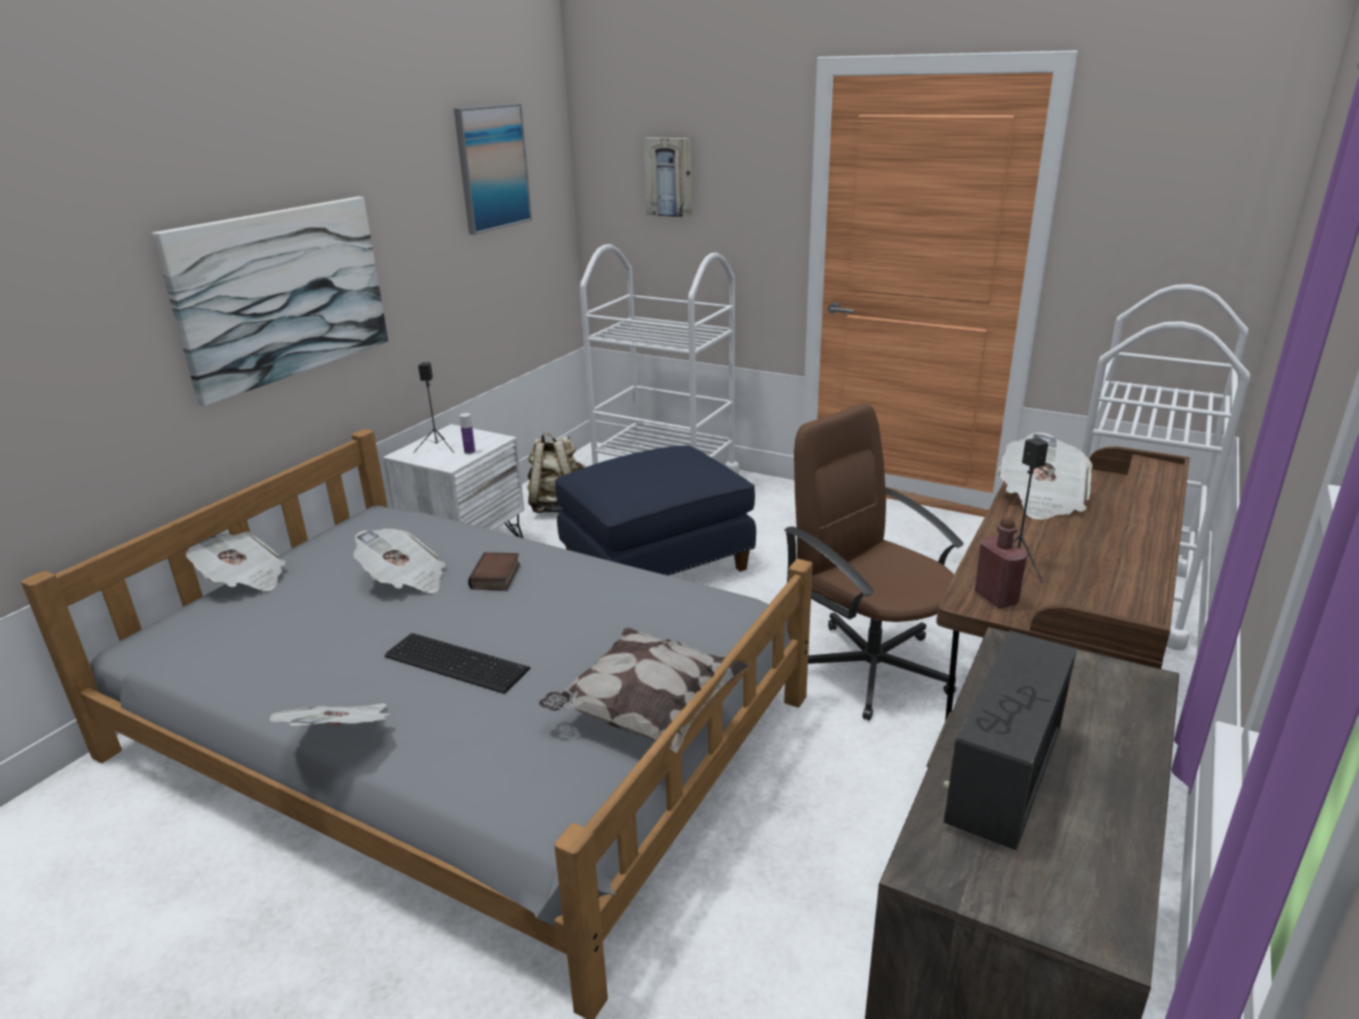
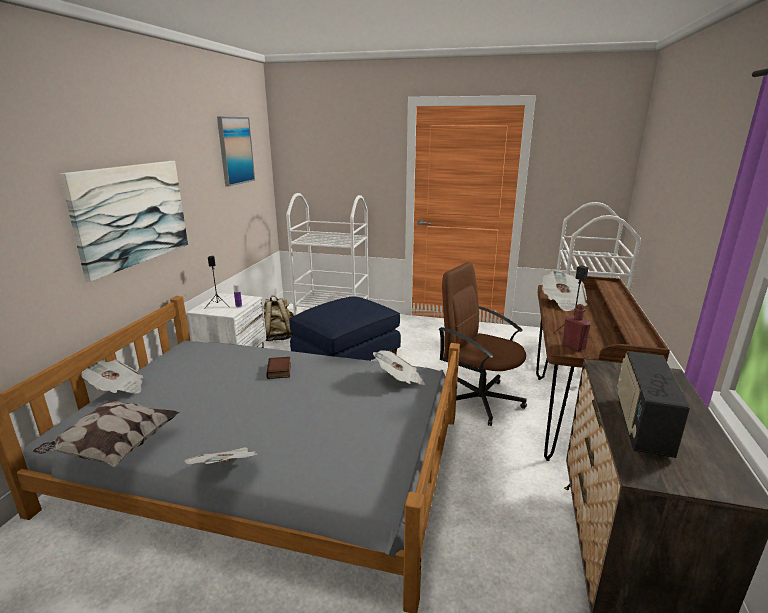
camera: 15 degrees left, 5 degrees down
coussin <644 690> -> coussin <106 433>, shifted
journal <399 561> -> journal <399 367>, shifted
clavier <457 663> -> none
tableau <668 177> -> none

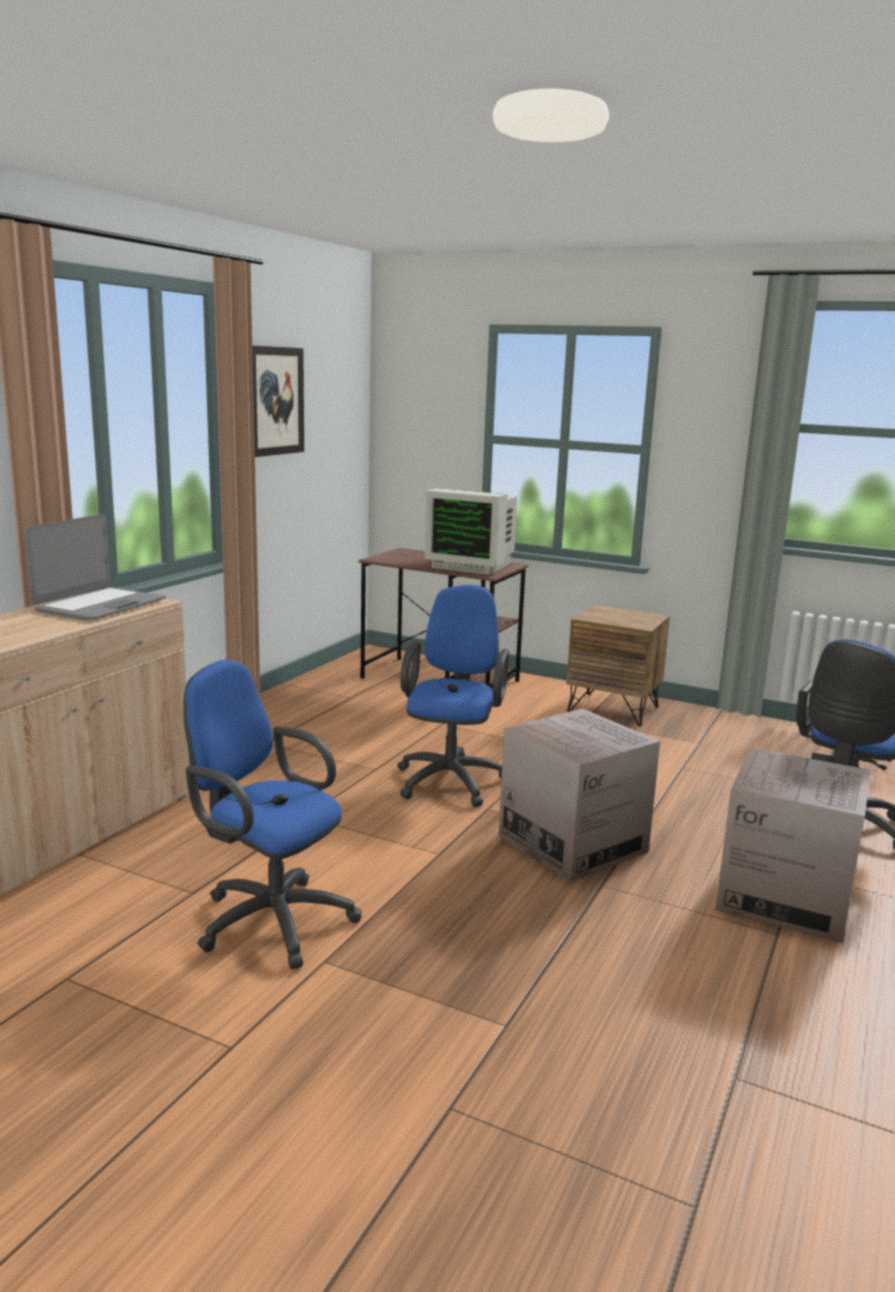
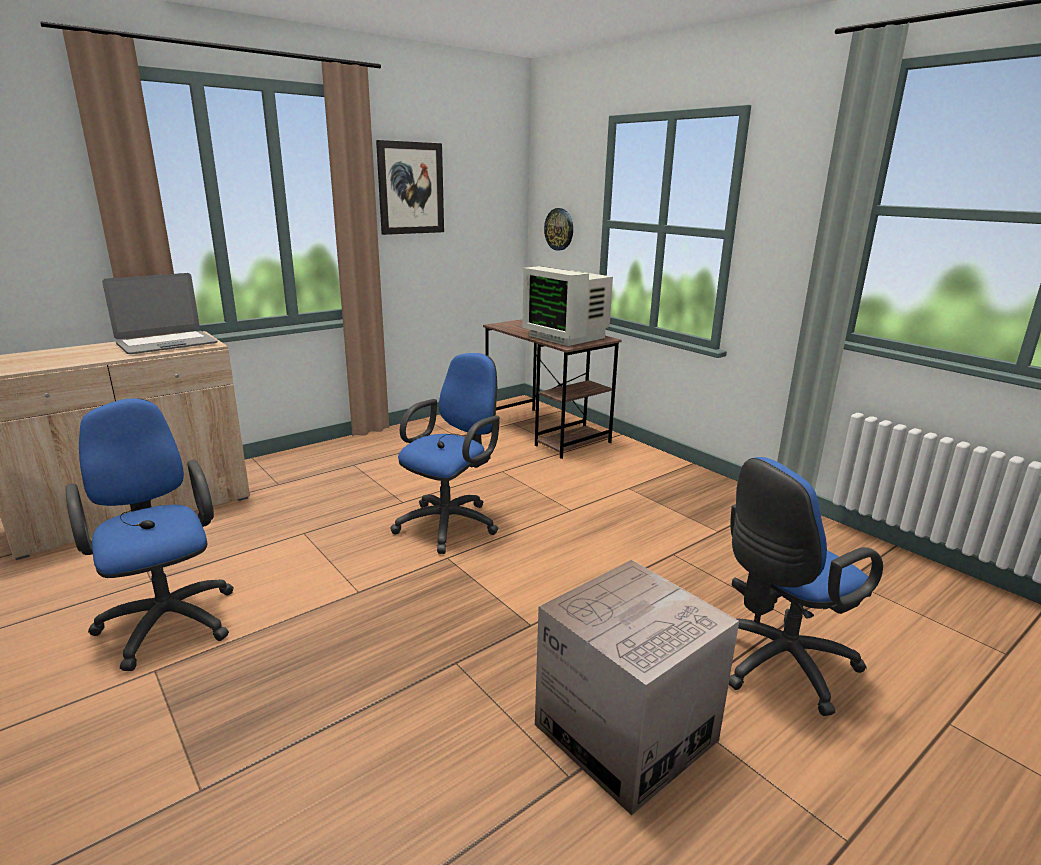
camera: 25 degrees right, 5 degrees up
none -> horloge murale <558 229>
carton <579 795> -> none
table de chevet (marron) <618 665> -> none

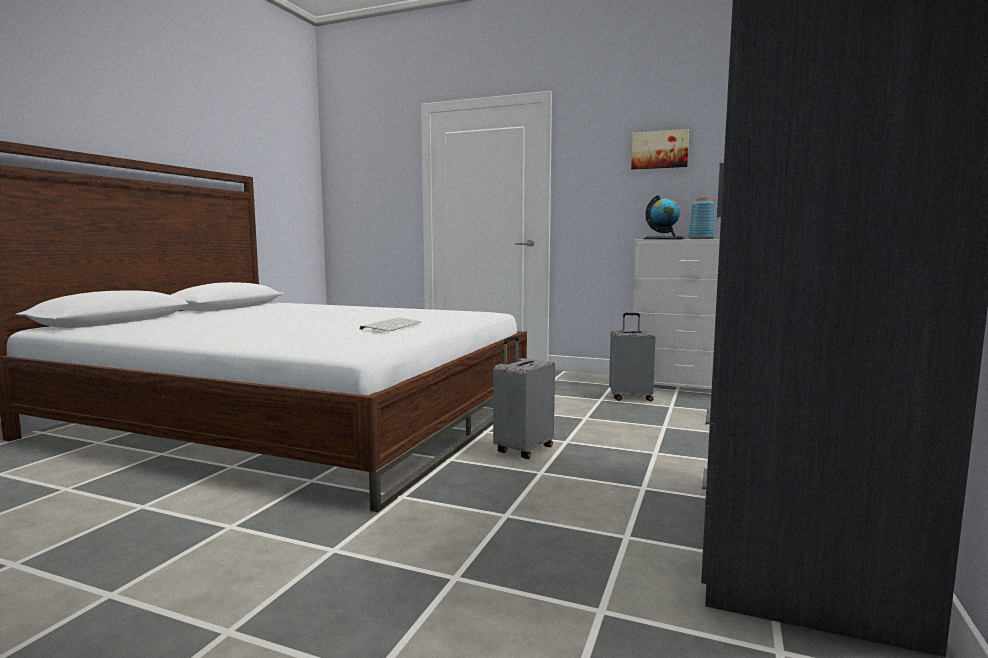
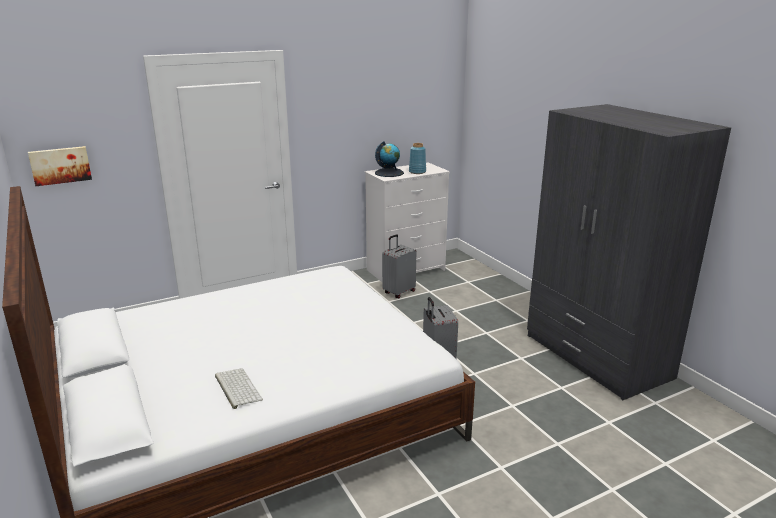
camera: 50 degrees left, 15 degrees up
tableau <660 149> -> tableau <60 166>, shifted
clavier <391 324> -> clavier <239 388>, shifted

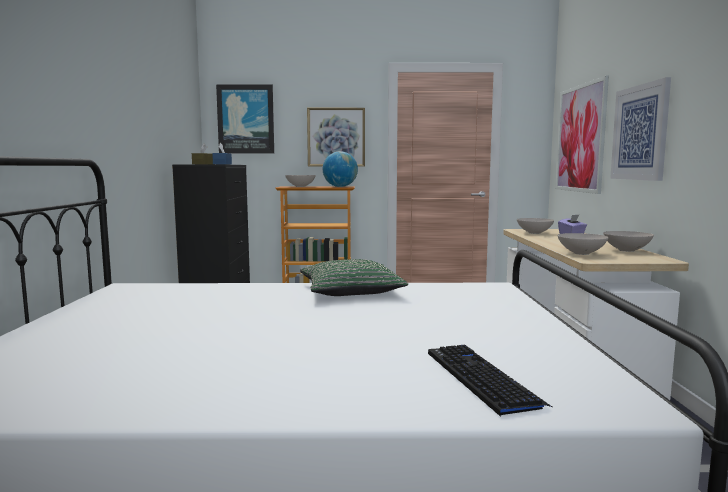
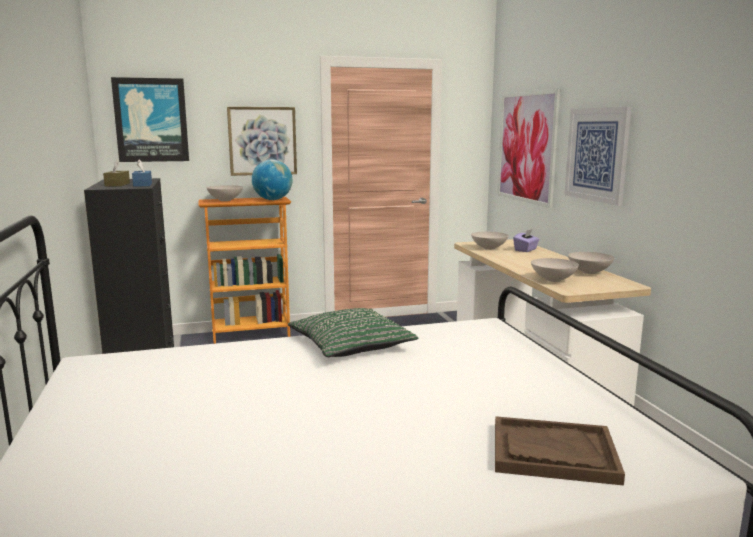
camera: 15 degrees left, 5 degrees up
clavier <490 381> -> plateau (marron) <560 451>

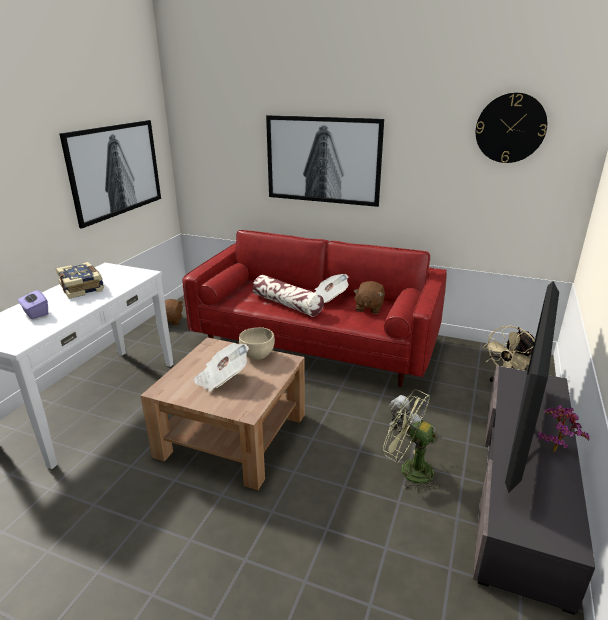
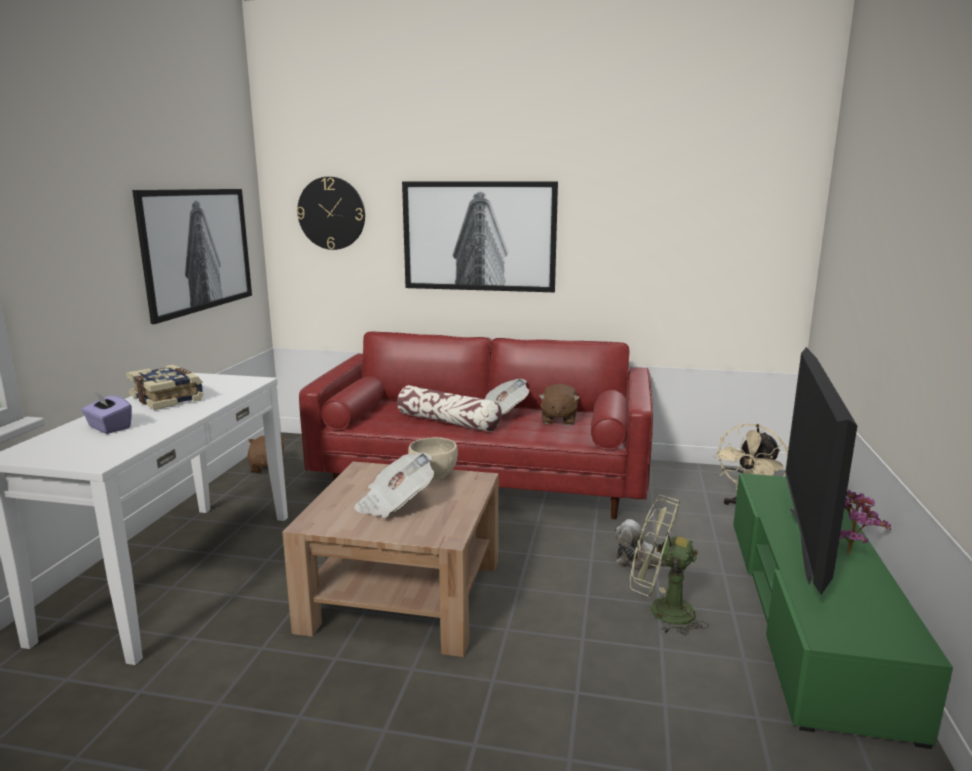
camera: 10 degrees left, 10 degrees down
horloge murale <511 128> -> horloge murale <331 213>, shifted
meuble télé (gris) <534 490> -> meuble télé (vert) <843 611>

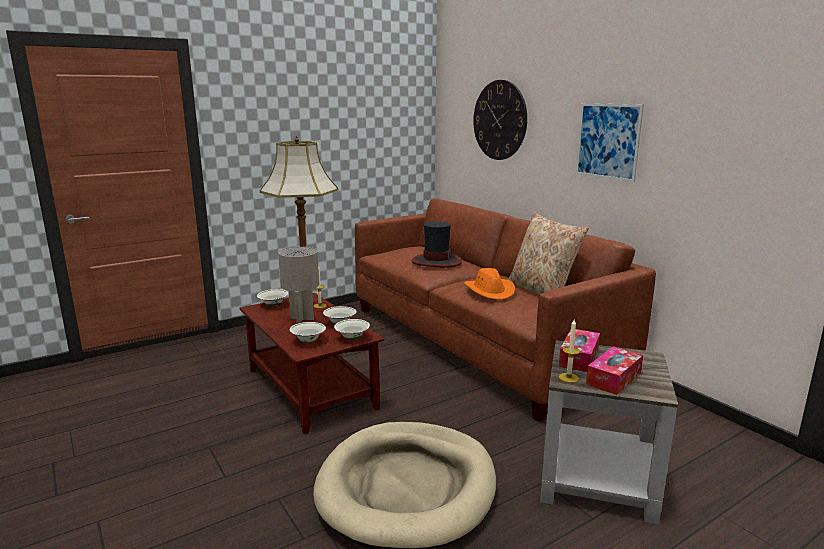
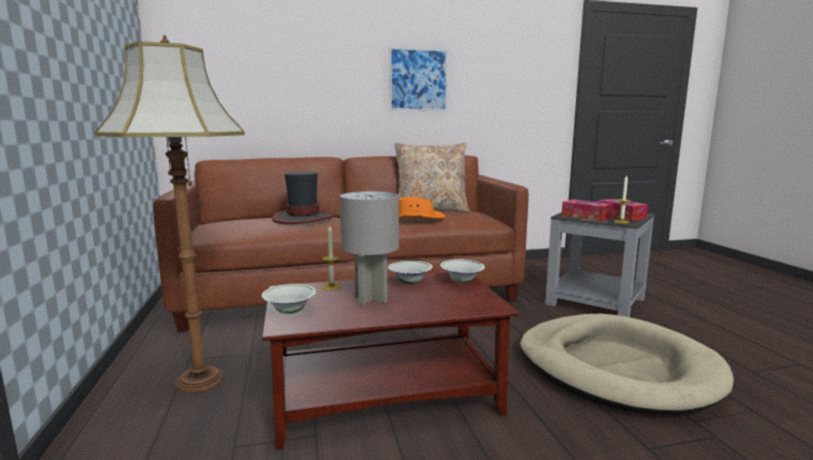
camera: 70 degrees left, 5 degrees down
bol (blanc) <308 332> -> none
horloge murale <500 120> -> none

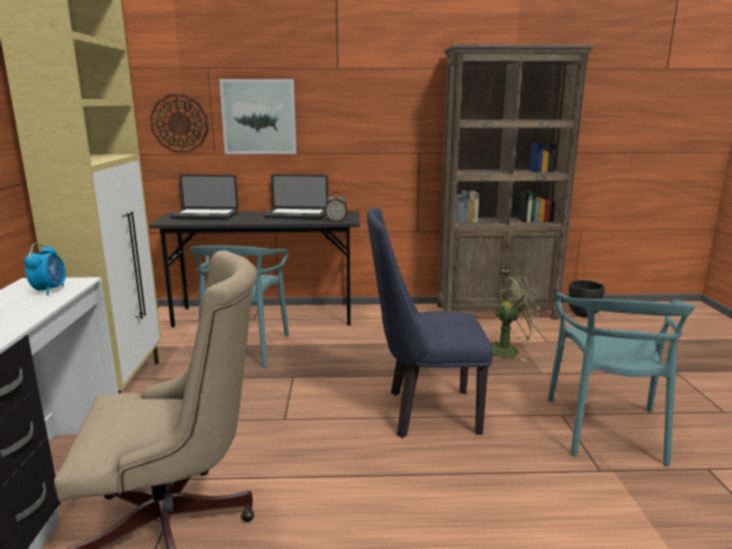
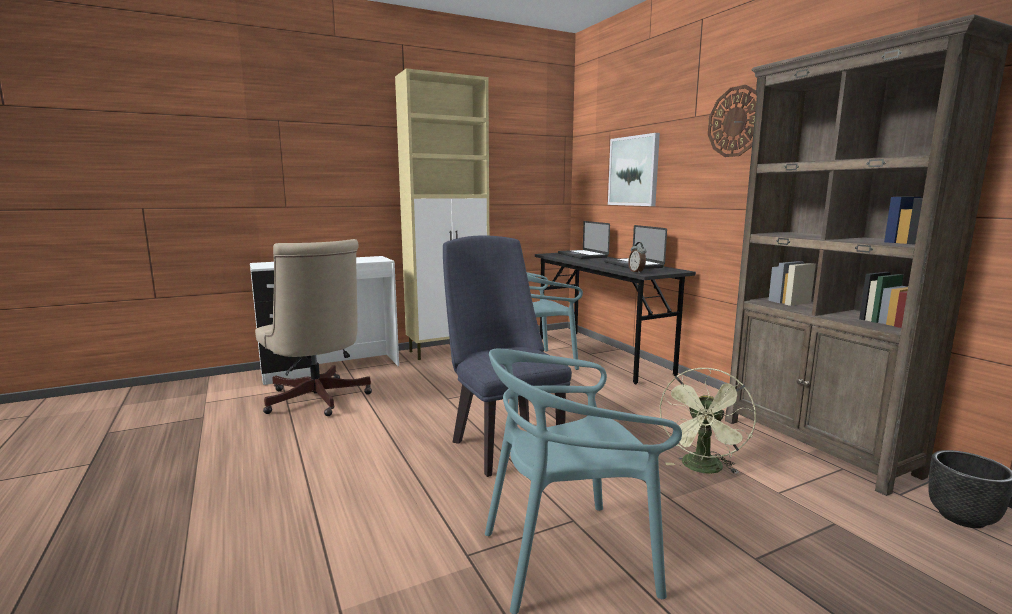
camera: 65 degrees right, 5 degrees down
ventilateur (vert) <517 319> -> ventilateur (vert) <708 421>, 60 degrees clockwise
horloge murale <179 123> -> horloge murale <732 121>, shifted
réveil <45 269> -> none

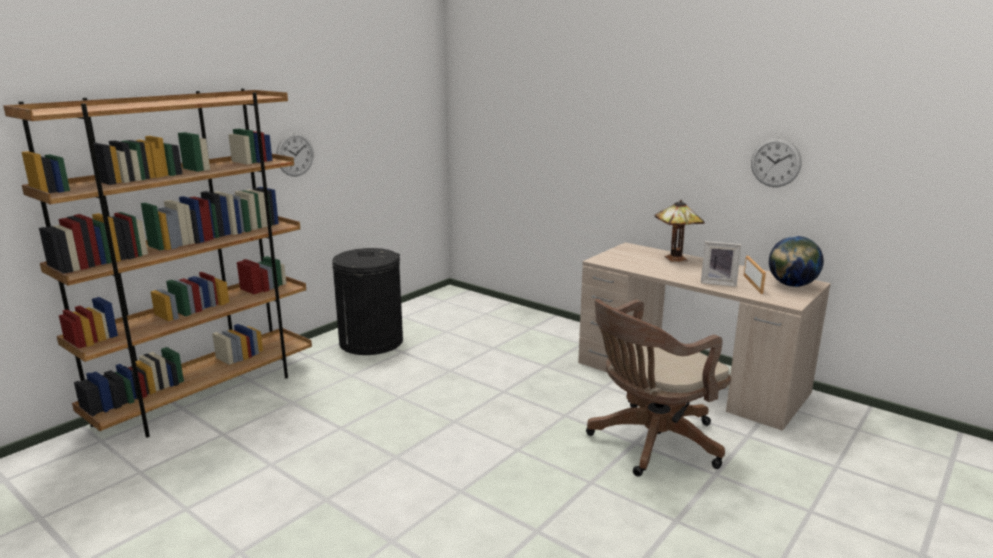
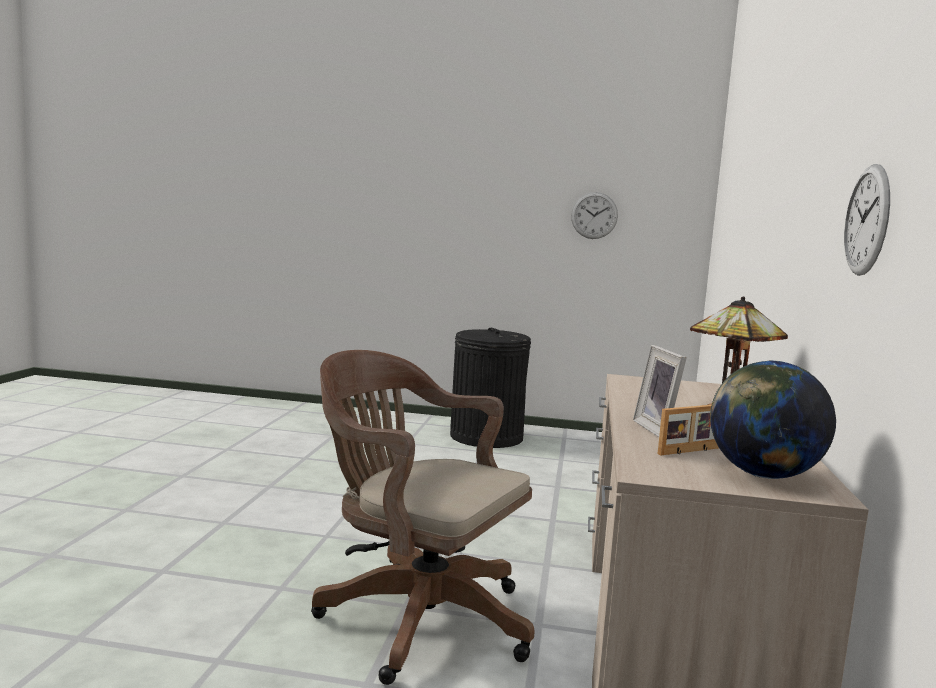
camera: 60 degrees right, 10 degrees down
horloge murale <294 154> -> horloge murale <594 215>, shifted
bibliothèque (marron) <157 263> -> none

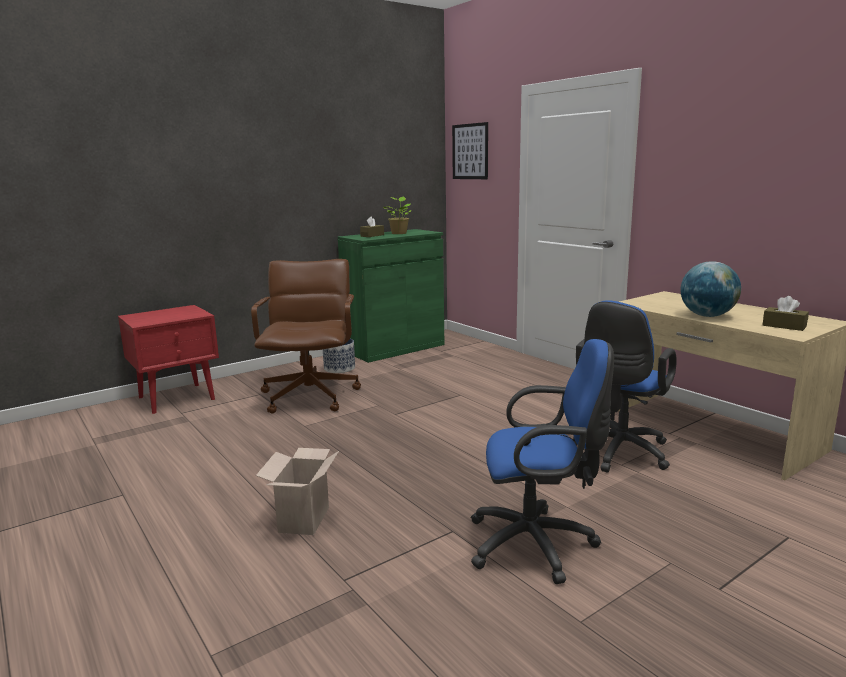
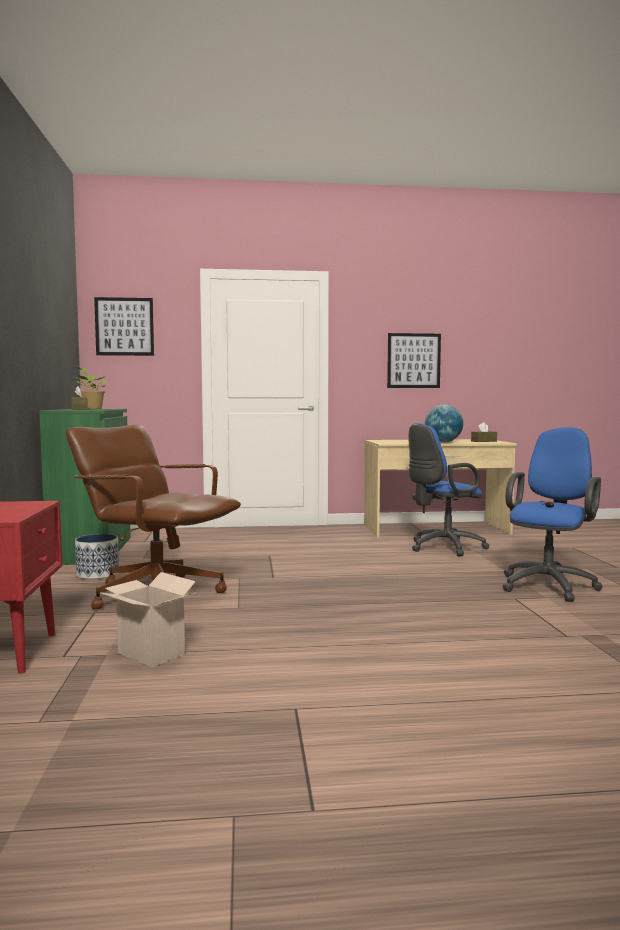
camera: 60 degrees left, 10 degrees down
carton <297 491> -> carton <148 619>, shifted
none -> tableau <414 360>
chaise de bureau (bleu) <625 386> -> chaise de bureau (bleu) <449 489>, 90 degrees clockwise

